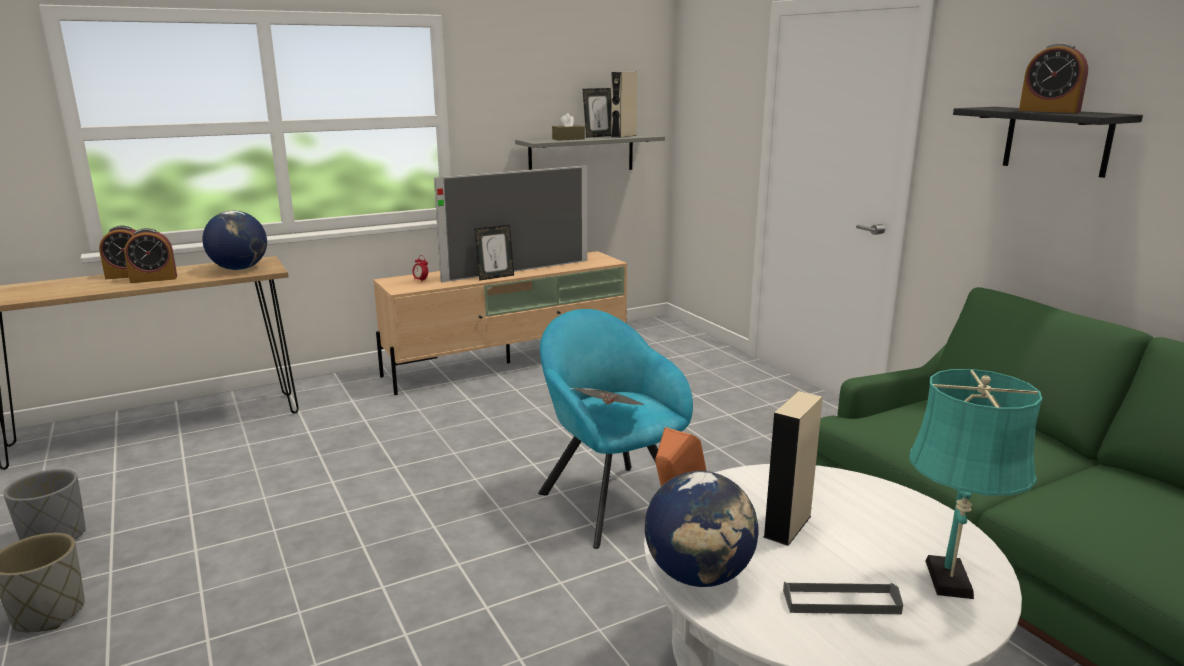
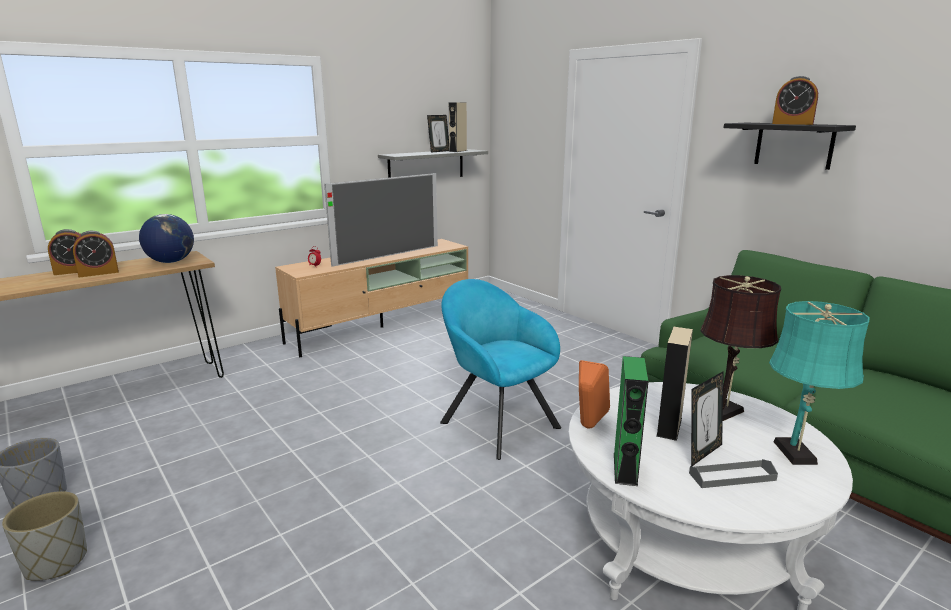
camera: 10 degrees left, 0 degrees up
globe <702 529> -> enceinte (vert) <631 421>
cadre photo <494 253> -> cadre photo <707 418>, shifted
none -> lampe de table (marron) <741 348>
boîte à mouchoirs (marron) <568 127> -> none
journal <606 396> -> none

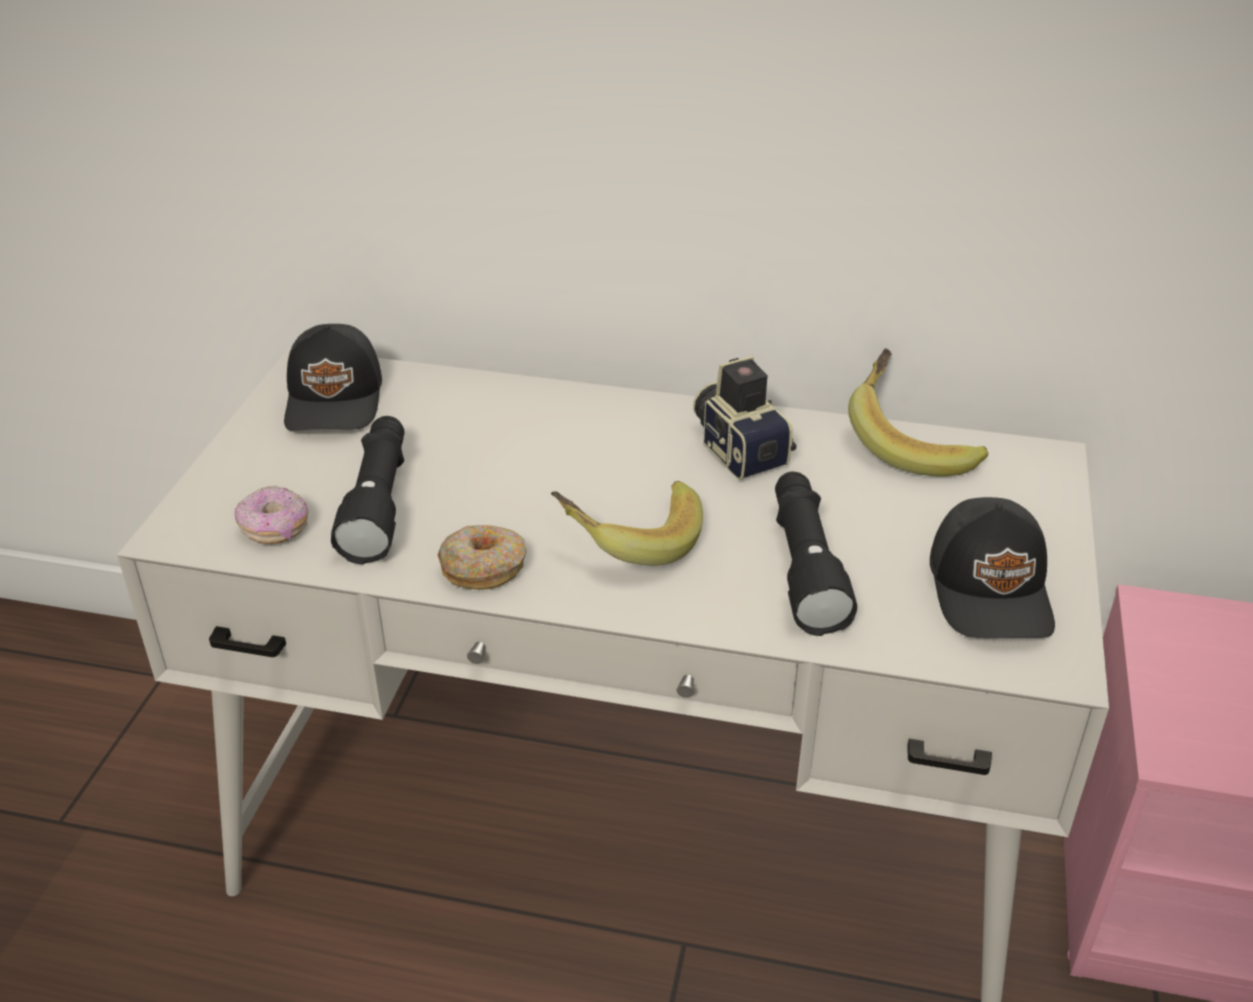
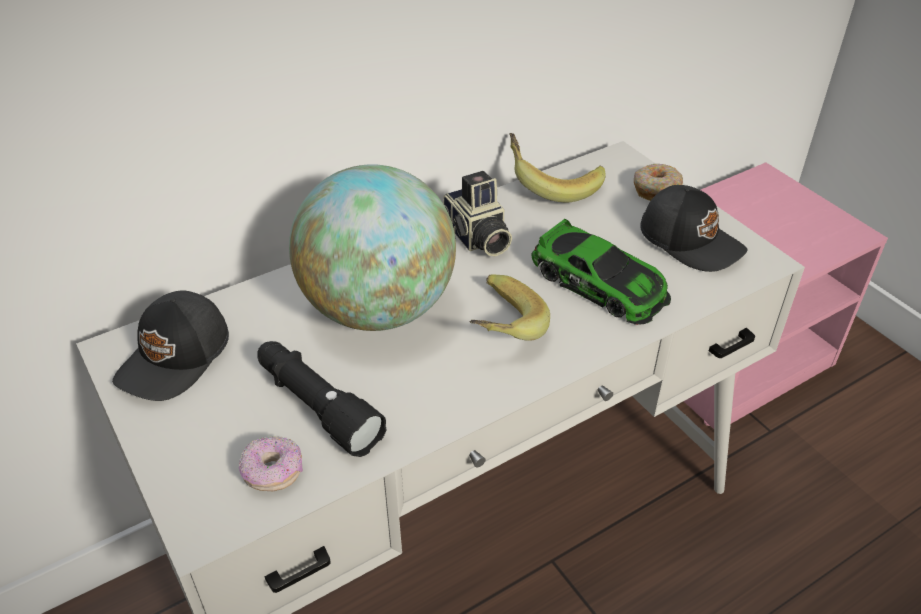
camera: 45 degrees left, 5 degrees up
casquette (noir) <333 377> -> casquette (noir) <170 345>, 75 degrees clockwise
none -> globe <372 247>
appareil photo <745 418> -> appareil photo <477 213>, 135 degrees counterclockwise
lampe de poche (noir) <816 554> -> petite voiture <601 272>
beignet <482 557> -> beignet <658 182>, shifted

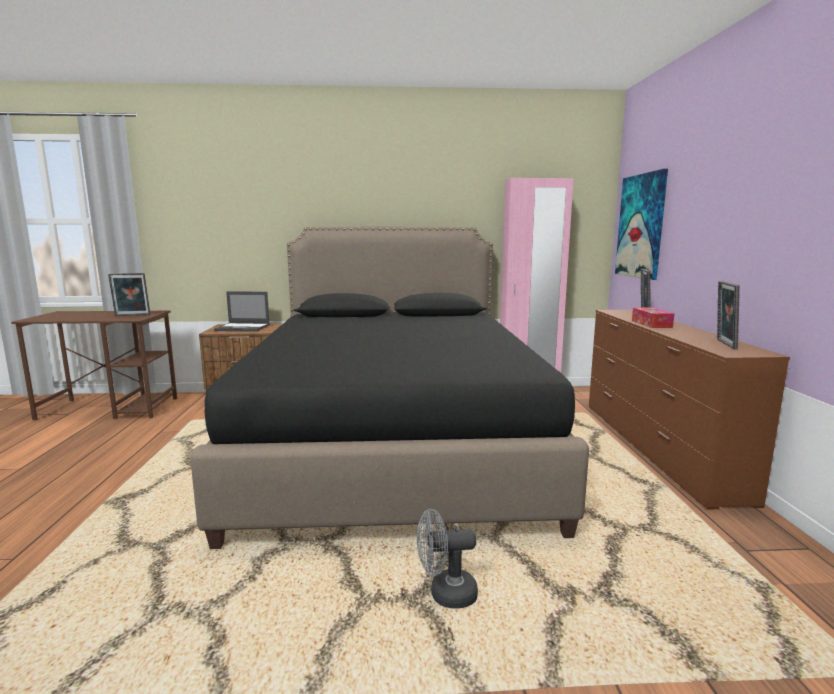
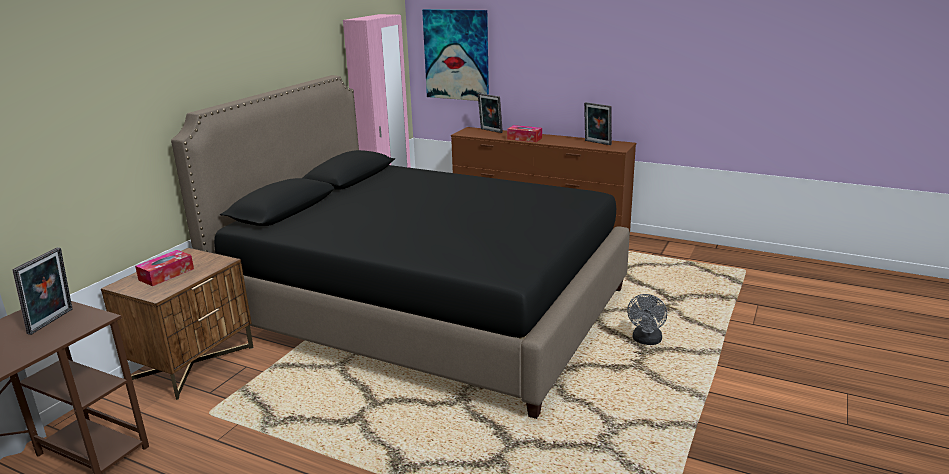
camera: 60 degrees left, 10 degrees up
ordinateur portable <242 311> -> boîte à mouchoirs <164 268>

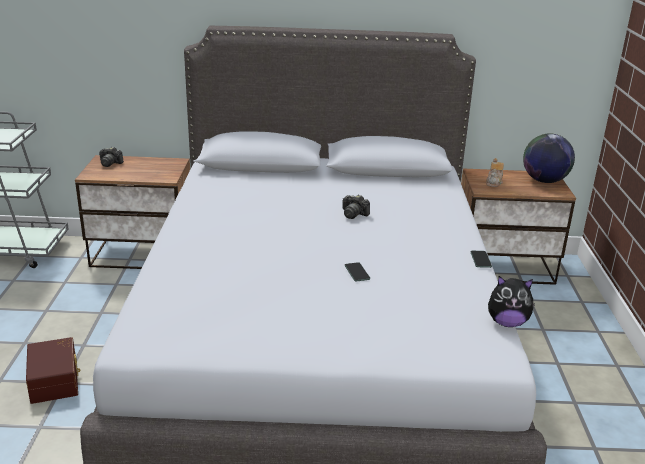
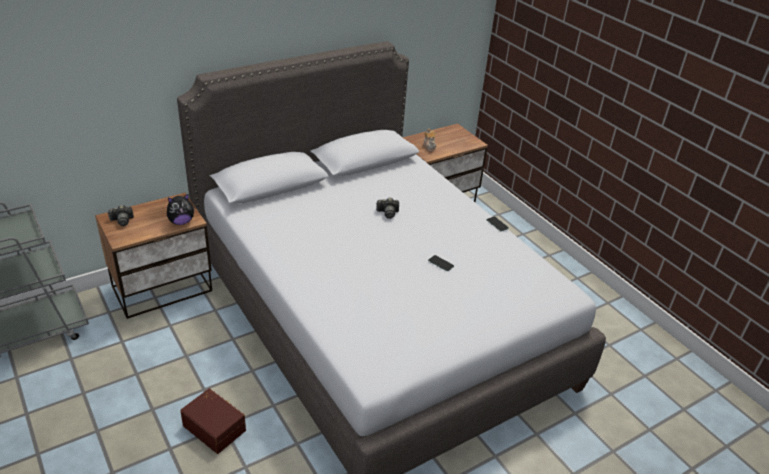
camera: 35 degrees left, 10 degrees up
peluche <511 301> -> peluche <180 209>, shifted
globe <549 158> -> none

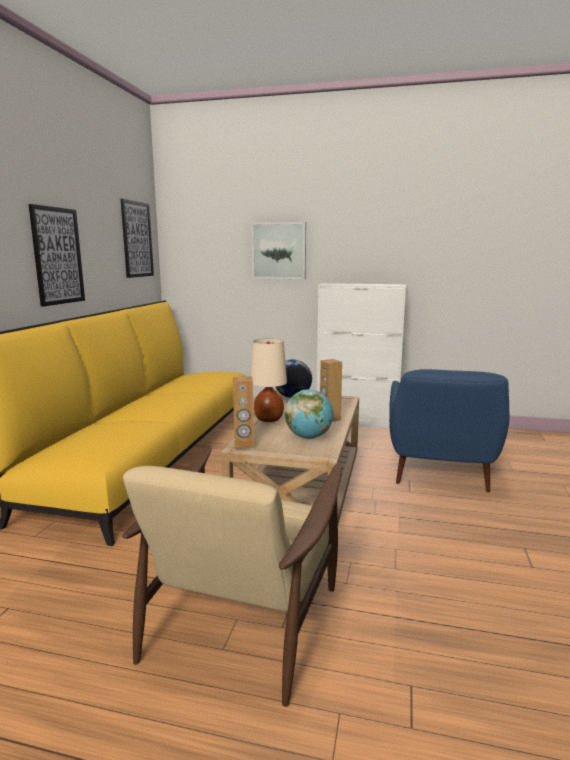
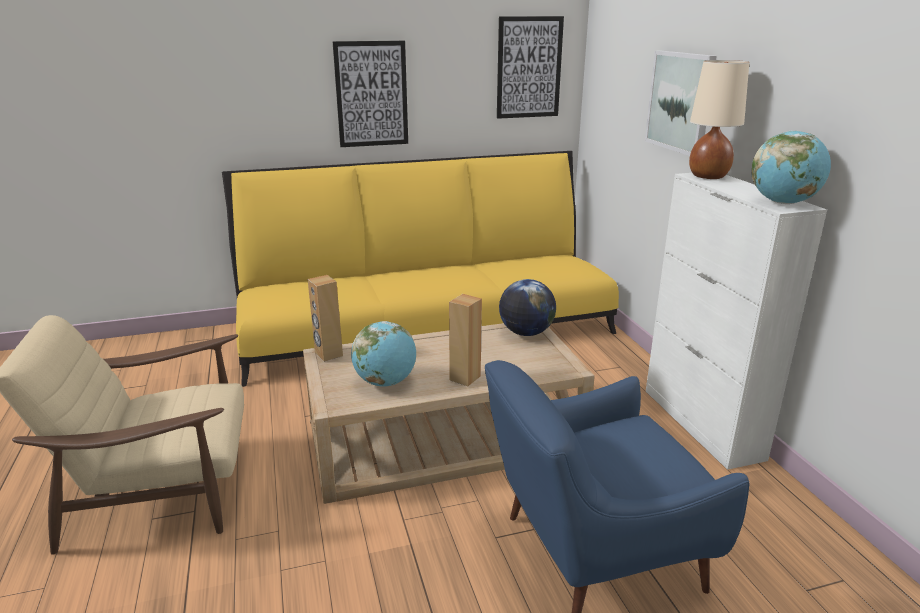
camera: 60 degrees right, 10 degrees up
lampe de table (beige) <269 380> -> lampe de table (beige) <719 119>, shifted
none -> globe <791 167>

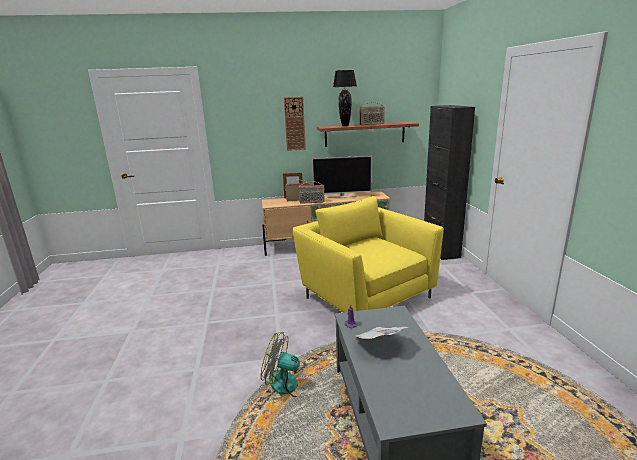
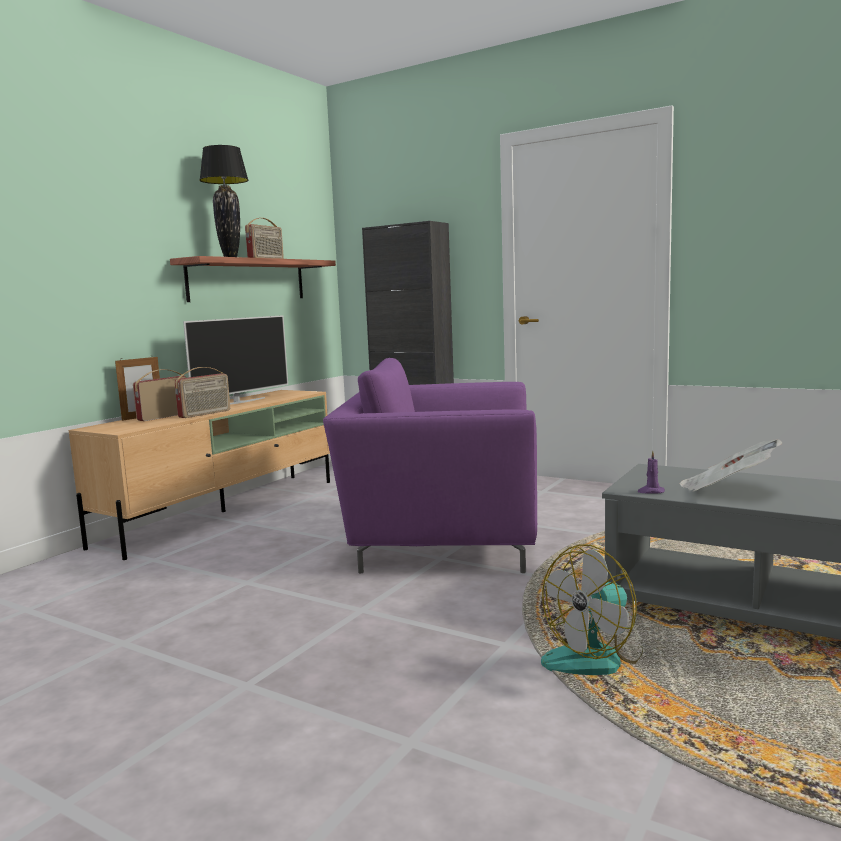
camera: 50 degrees left, 10 degrees down
fauteuil (jaune) <368 254> -> fauteuil (violet) <430 465>
horloge murale <295 124> -> none

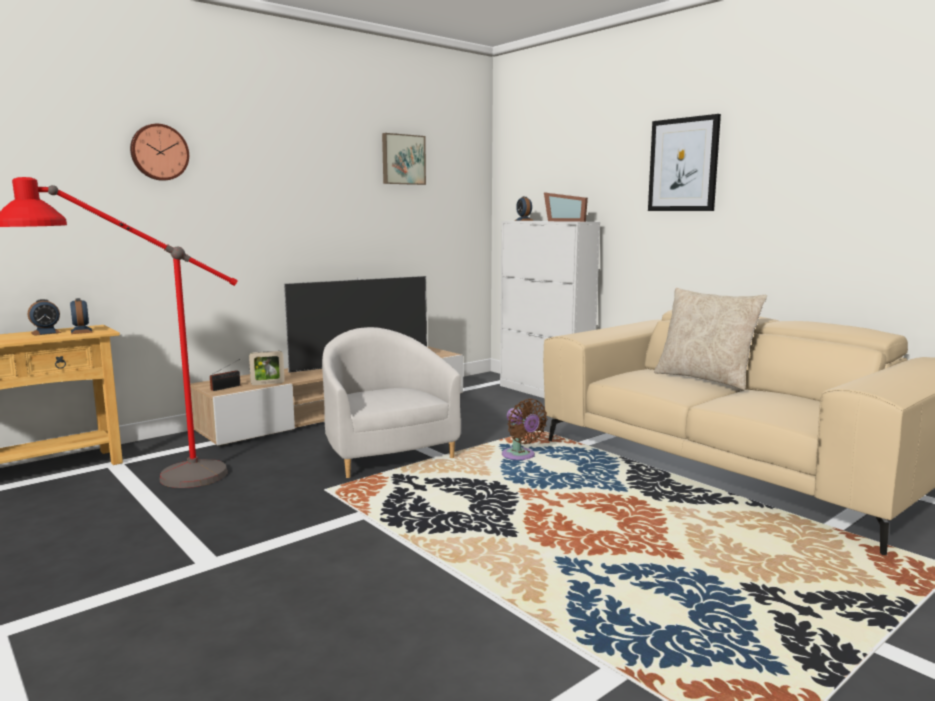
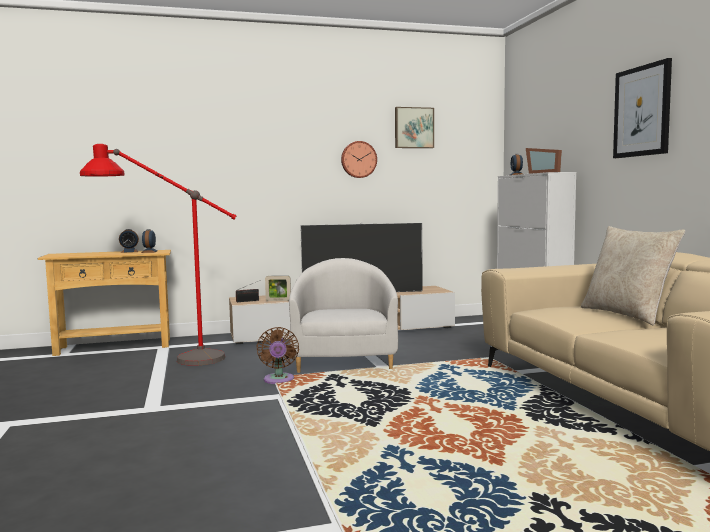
camera: 25 degrees right, 5 degrees down
ventilateur (marron) <524 429> -> ventilateur (marron) <277 355>, shifted
horloge murale <159 152> -> horloge murale <359 159>, shifted

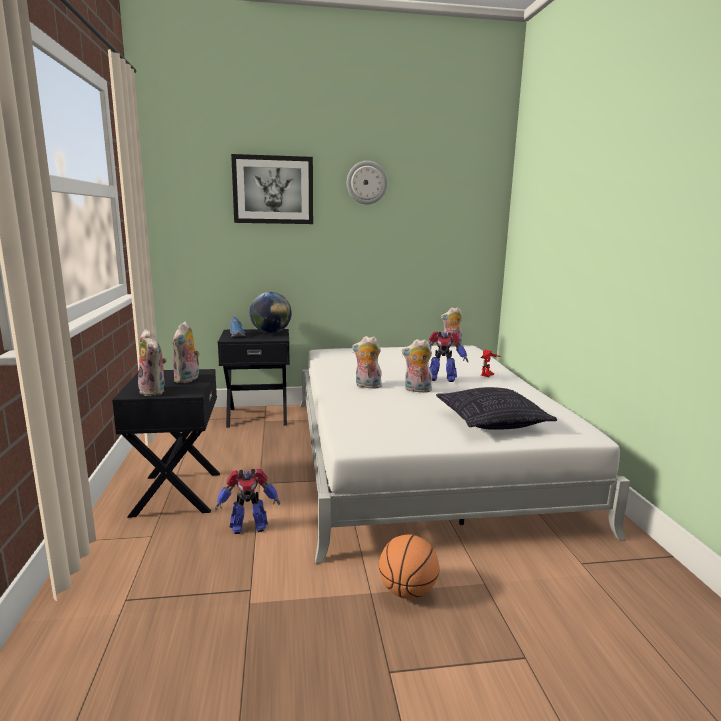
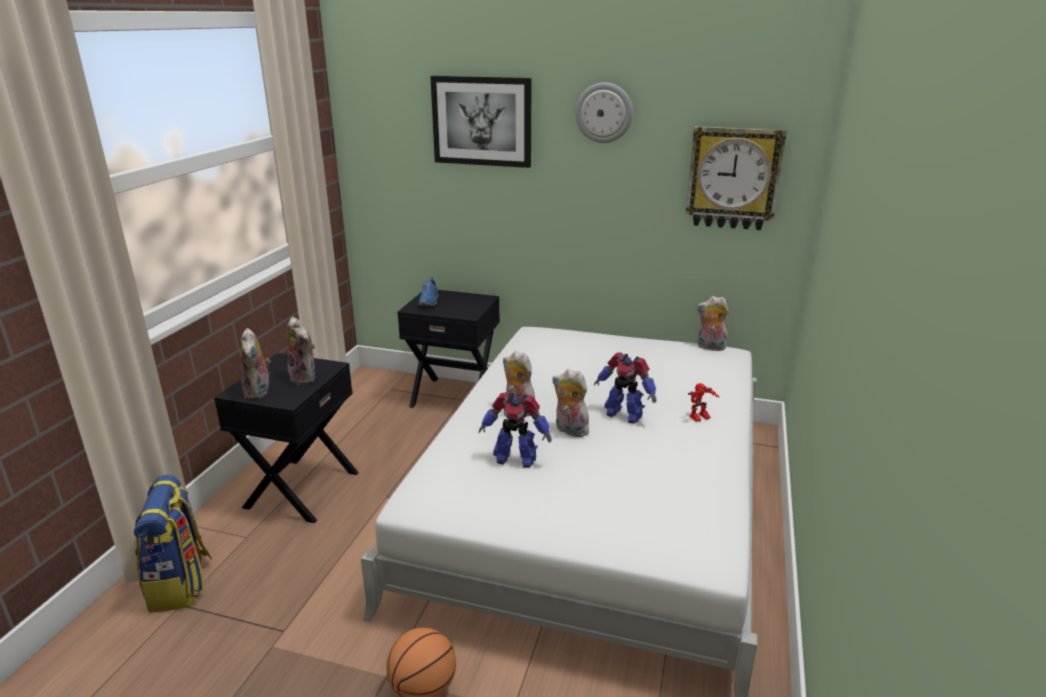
camera: 25 degrees right, 10 degrees up
none -> sac à dos <173 544>
peluche <186 352> -> peluche <301 351>, 75 degrees counterclockwise
robot jouet <247 501> -> robot jouet <515 430>, shifted
none -> horloge murale <736 178>
globe <271 312> -> none
coussin <496 408> -> none

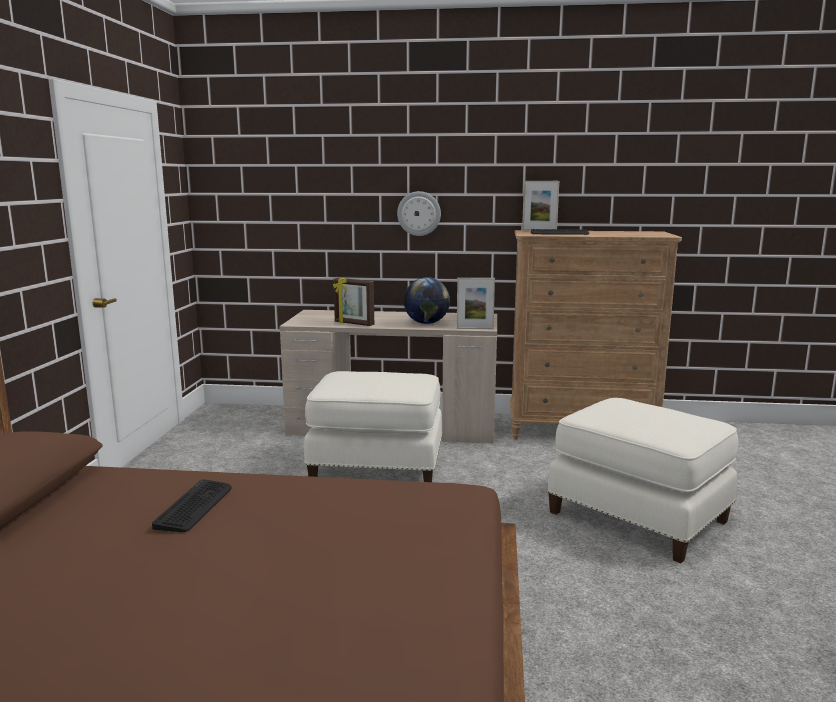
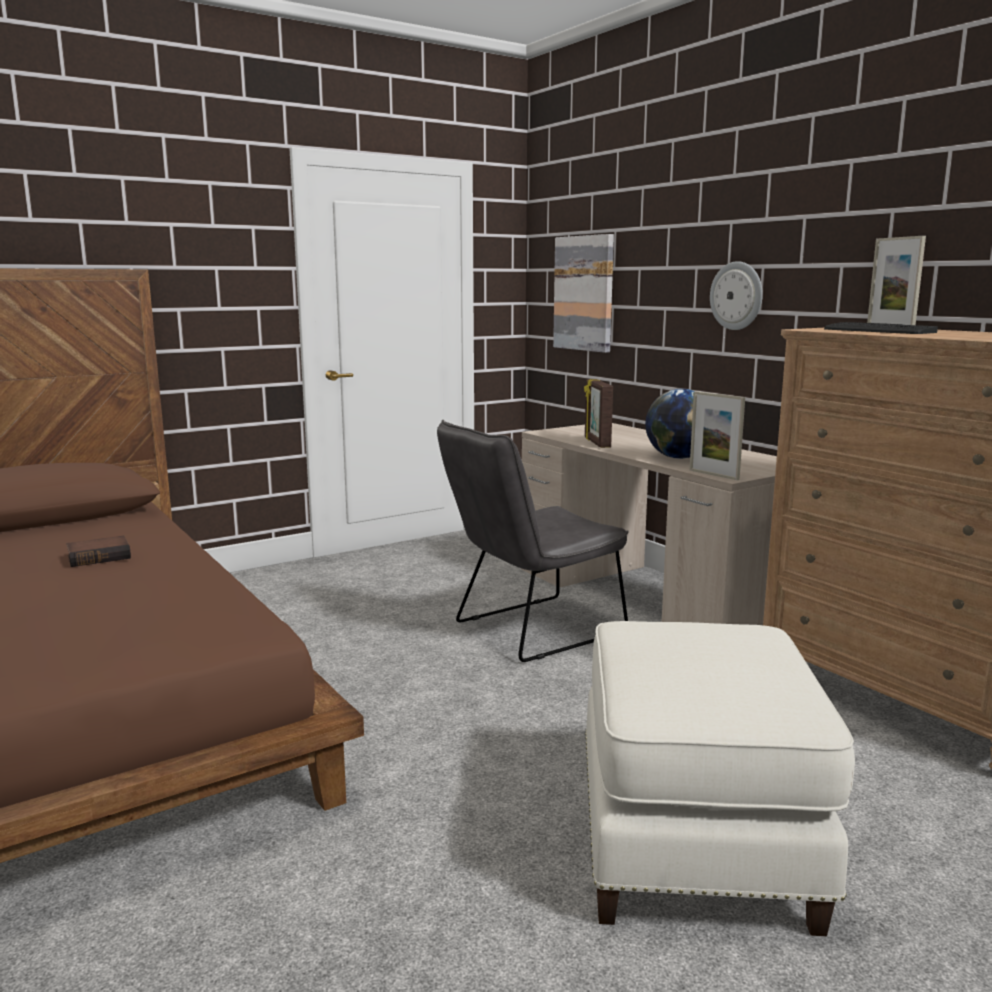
camera: 50 degrees right, 0 degrees up
clavier <192 505> -> livre <98 551>
pouf (blanc) <373 426> -> chaise (gris) <533 541>
none -> tableau <583 293>

